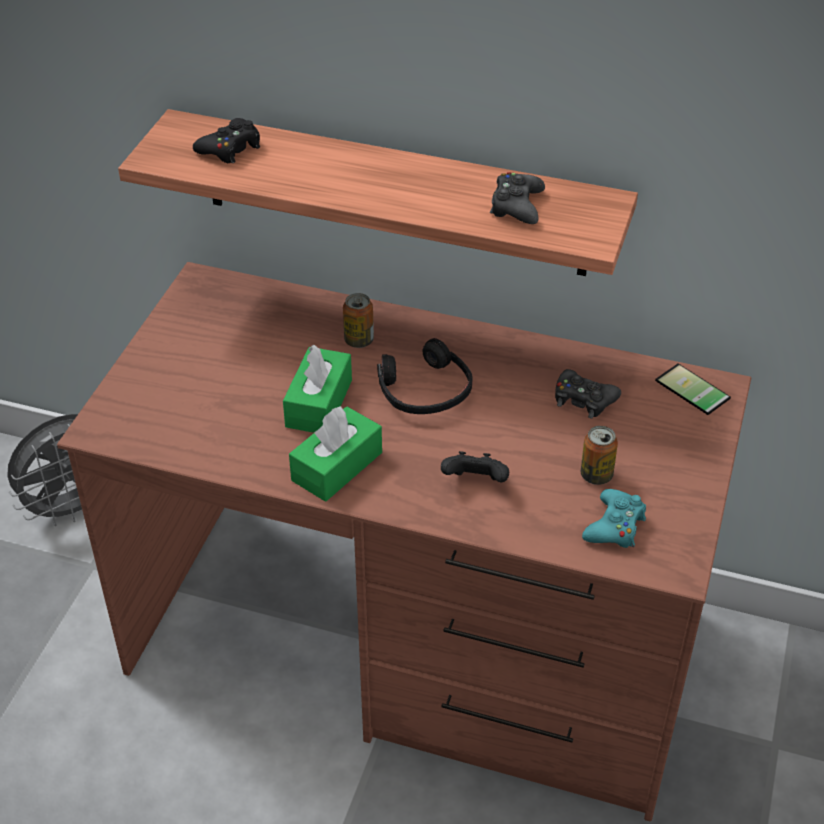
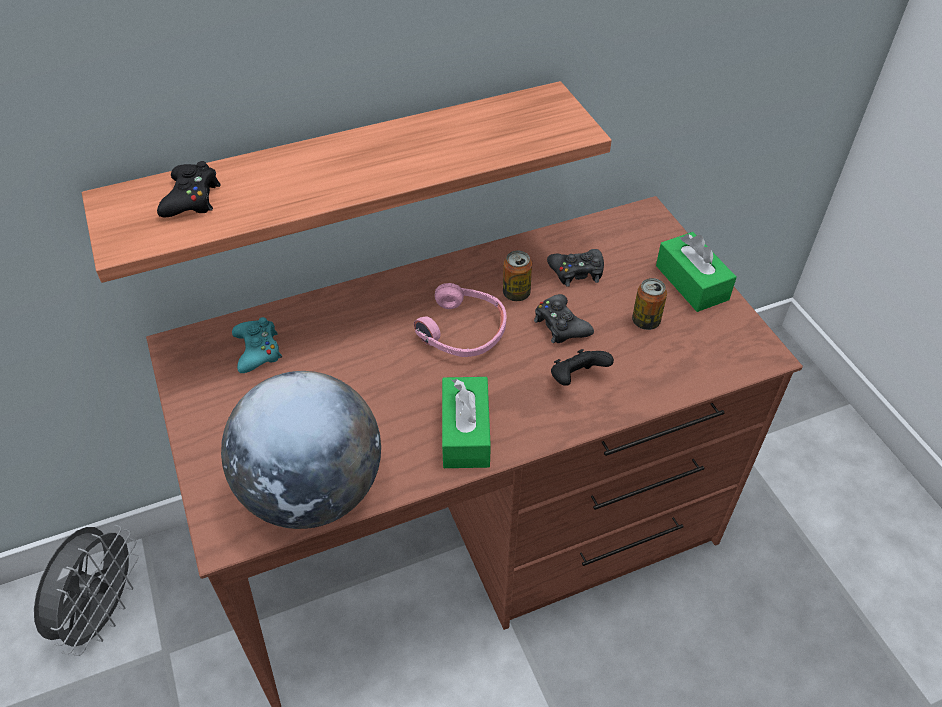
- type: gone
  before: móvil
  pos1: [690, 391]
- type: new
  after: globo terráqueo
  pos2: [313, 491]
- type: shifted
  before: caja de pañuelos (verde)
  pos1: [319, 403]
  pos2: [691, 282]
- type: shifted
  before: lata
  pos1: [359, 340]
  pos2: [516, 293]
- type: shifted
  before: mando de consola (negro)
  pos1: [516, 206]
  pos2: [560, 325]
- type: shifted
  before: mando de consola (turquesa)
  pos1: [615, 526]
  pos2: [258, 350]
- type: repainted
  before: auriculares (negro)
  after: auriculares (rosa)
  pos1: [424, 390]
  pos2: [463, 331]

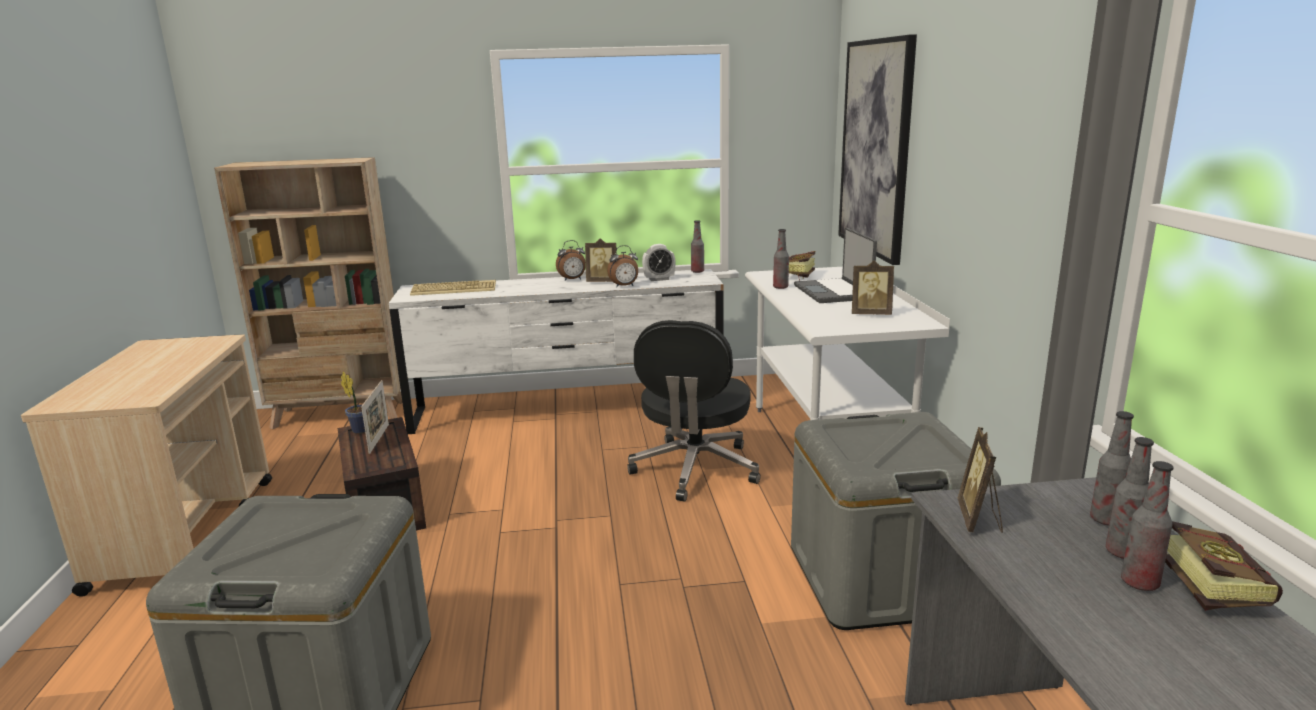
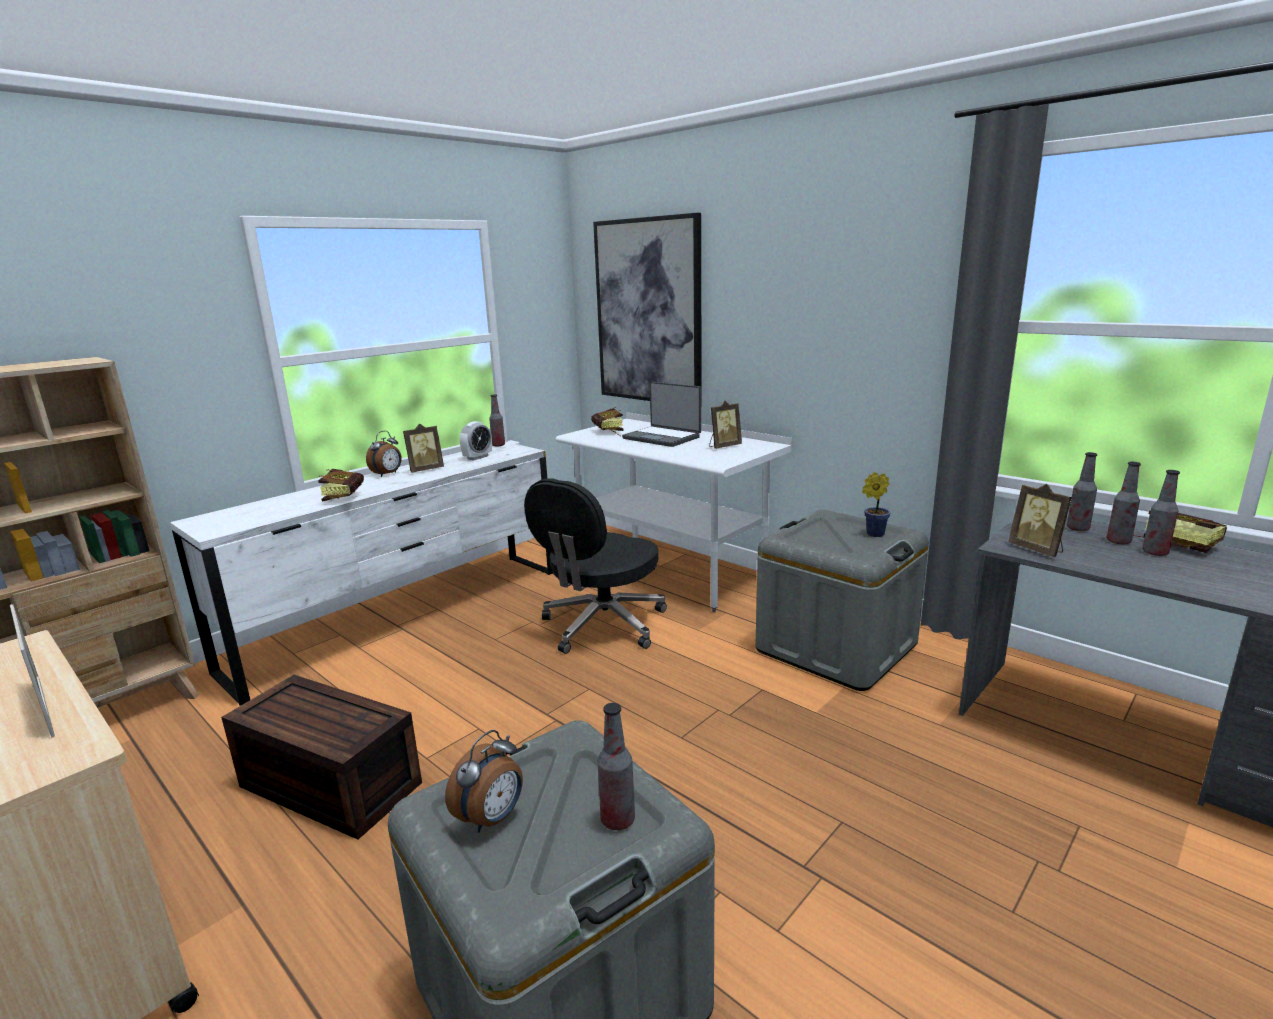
- type: gone
  before: teclado
  pos1: [455, 289]
- type: new
  after: libro
  pos2: [345, 496]
- type: shifted
  before: planta en maceta
  pos1: [359, 429]
  pos2: [872, 534]
- type: shifted
  before: portarretratos
  pos1: [379, 438]
  pos2: [45, 708]
- type: shifted
  before: despertador
  pos1: [624, 286]
  pos2: [492, 818]
- type: shifted
  before: botella
  pos1: [780, 287]
  pos2: [617, 820]
- type: rotated
  before: silla de oficina (negro)
  pos1: [694, 470]
  pos2: [602, 625]
  turn: 60

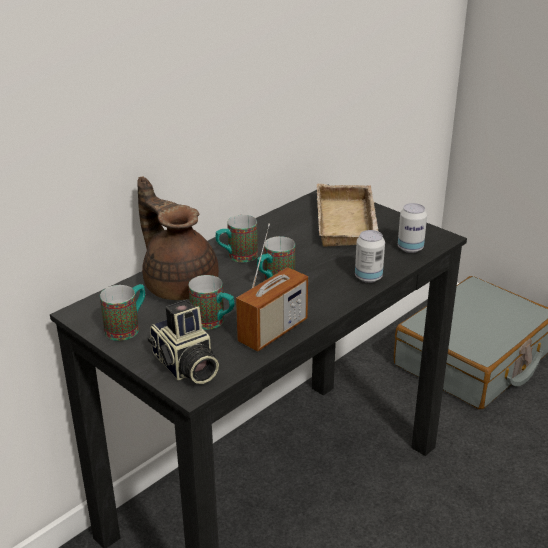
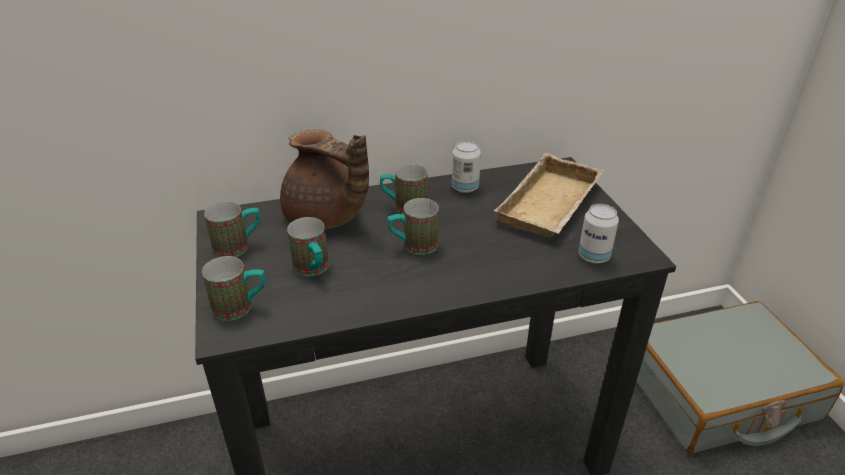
- type: gone
  before: radio
  pos1: [273, 331]
- type: shifted
  before: lata
  pos1: [368, 277]
  pos2: [465, 188]
- type: swapped
  before: cámara
  after: taza grande
  pos1: [185, 366]
  pos2: [241, 307]
- type: rotated
  before: tetera (marrón)
  pos1: [179, 284]
  pos2: [325, 218]
  turn: 135

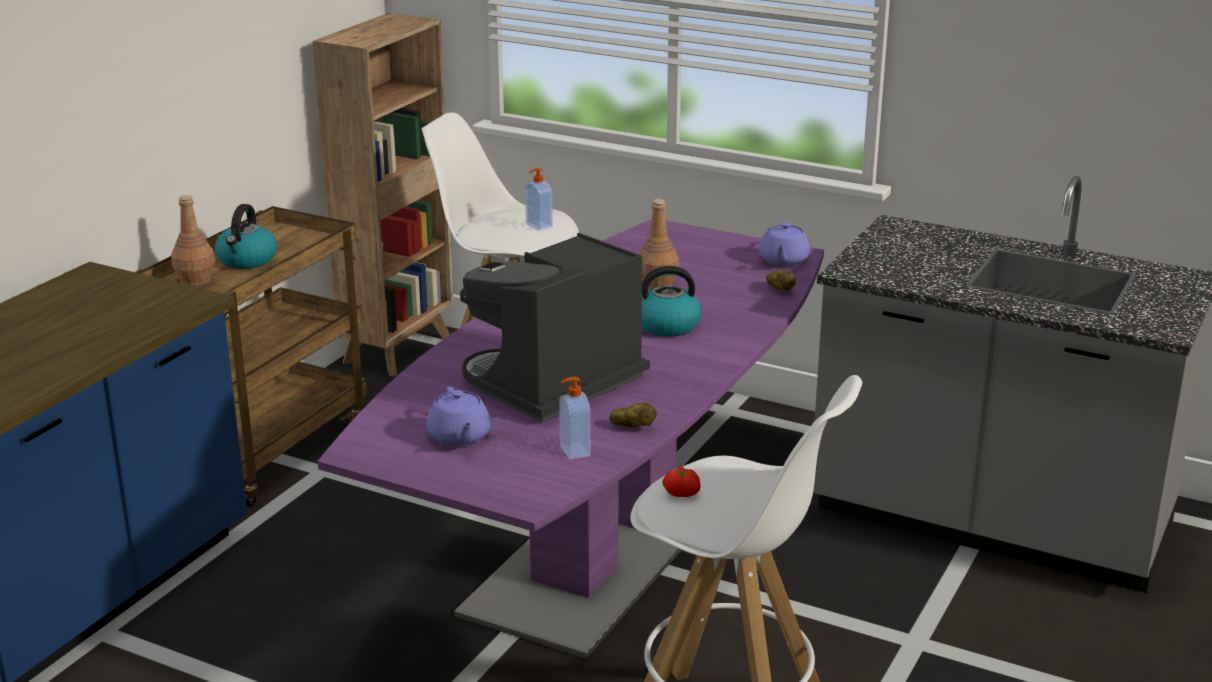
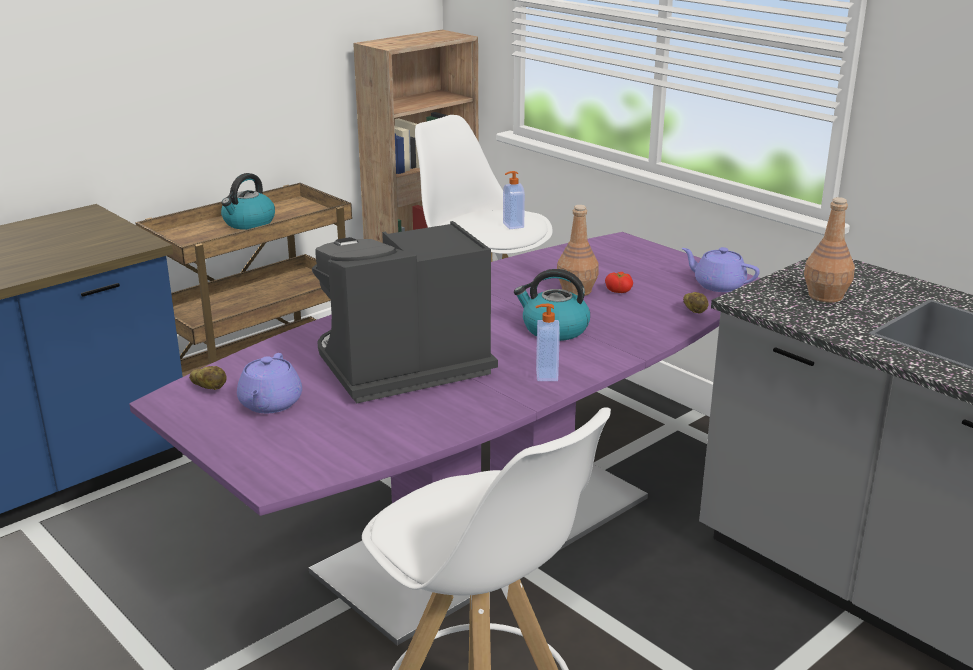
- type: shifted
  before: botella (marrón)
  pos1: [195, 280]
  pos2: [824, 296]
- type: shifted
  before: dispensador de jabón
  pos1: [573, 451]
  pos2: [545, 375]
- type: shifted
  before: patata
  pos1: [633, 427]
  pos2: [209, 389]
- type: shifted
  before: tomate
  pos1: [682, 492]
  pos2: [619, 290]
- type: rotated
  before: tetera (morado)
  pos1: [783, 261]
  pos2: [718, 285]
  turn: 90

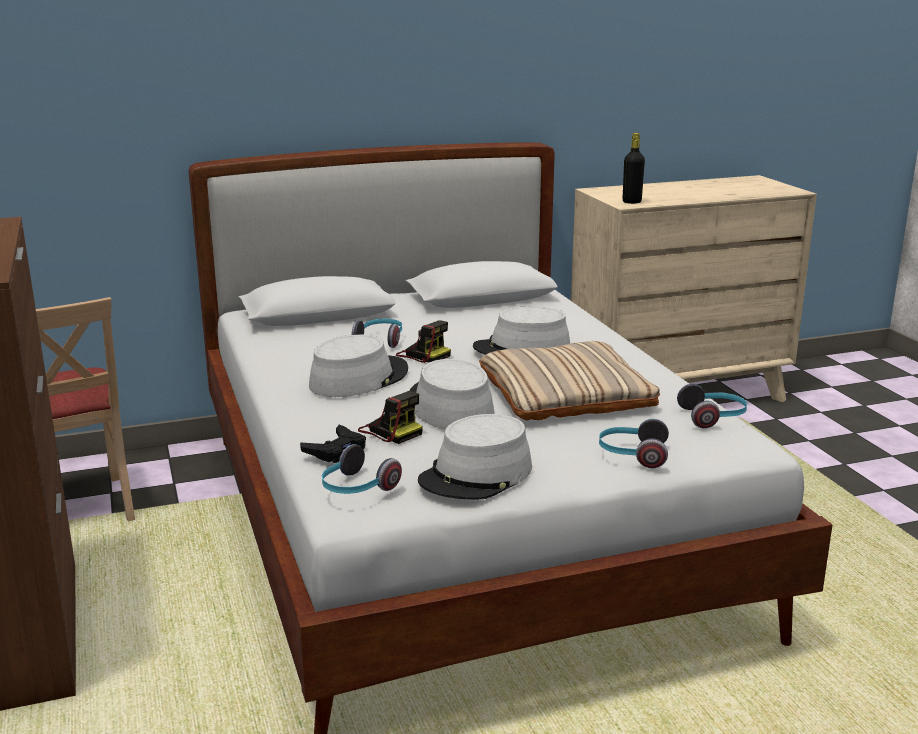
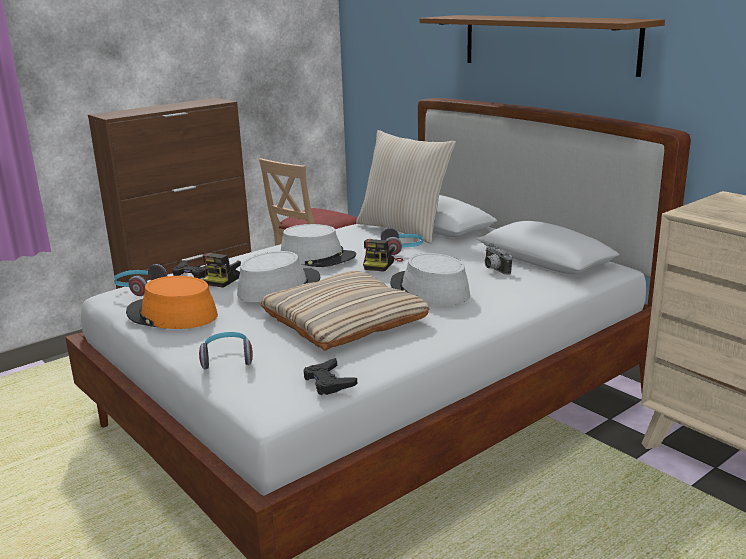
- type: gone
  before: botella (negro)
  pos1: [631, 202]
- type: new
  after: cojín (beis)
  pos2: [404, 229]
- type: new
  after: estante (marrón)
  pos2: [547, 43]
- type: new
  after: cámara
  pos2: [494, 269]
- type: swapped
  before: auriculares
  after: mando de consola (negro)
  pos1: [713, 417]
  pos2: [328, 382]
- type: repainted
  before: sombrero (gris)
  after: sombrero (naranja)
  pos1: [476, 475]
  pos2: [172, 315]

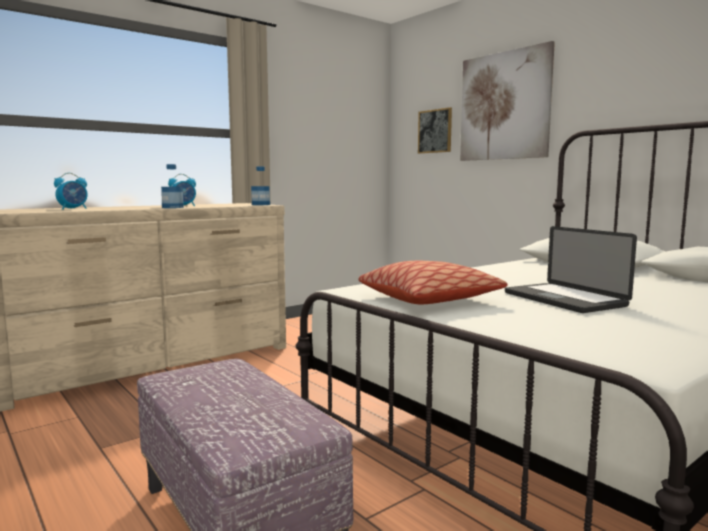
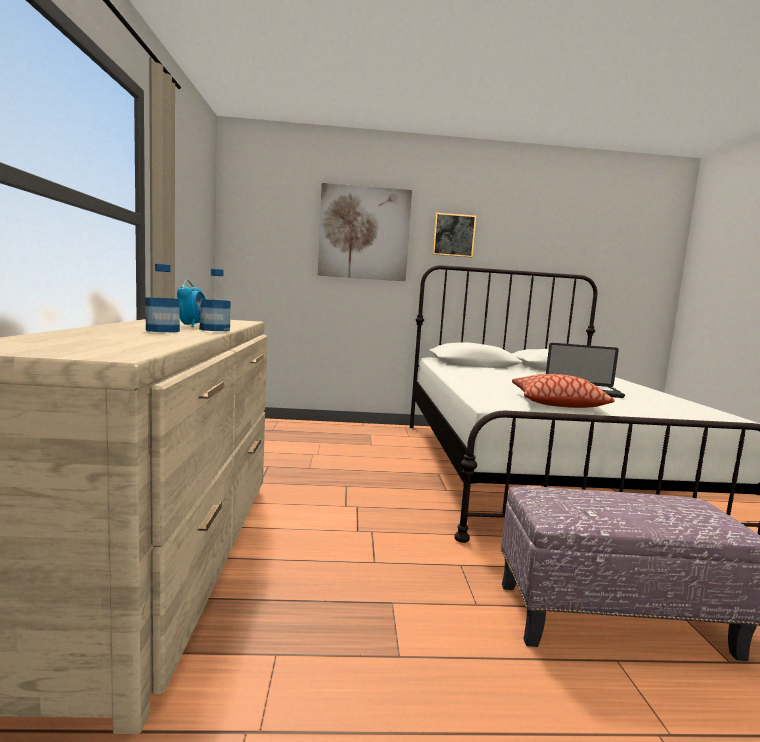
- type: gone
  before: despertador
  pos1: [73, 209]
- type: shifted
  before: botella
  pos1: [261, 204]
  pos2: [162, 330]
- type: shifted
  before: cuadro
  pos1: [435, 131]
  pos2: [453, 235]

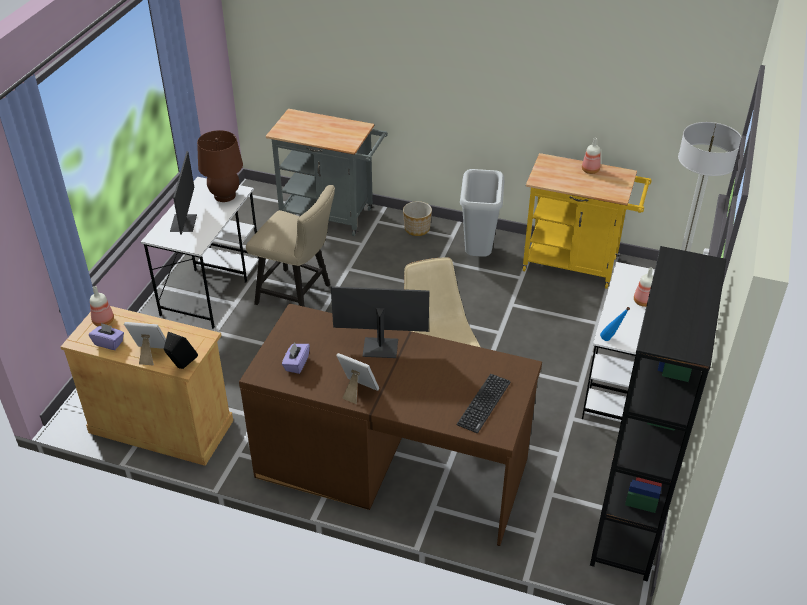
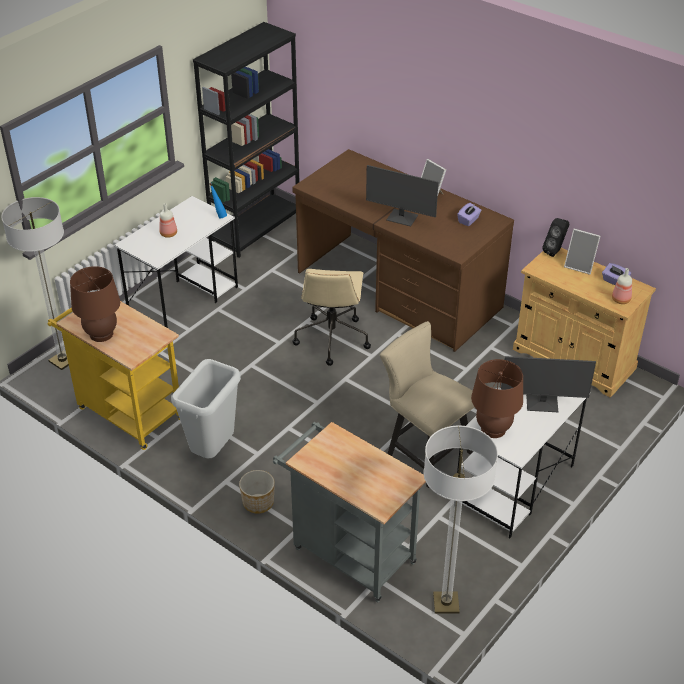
- type: gone
  before: teclado
  pos1: [484, 403]
- type: new
  after: lámpara de pie
  pos2: [446, 603]
- type: swapped
  before: botella
  after: lámpara de mesa (marrón)
  pos1: [589, 170]
  pos2: [101, 334]
- type: rotated
  before: monitor
  pos1: [184, 223]
  pos2: [542, 403]
  turn: -105

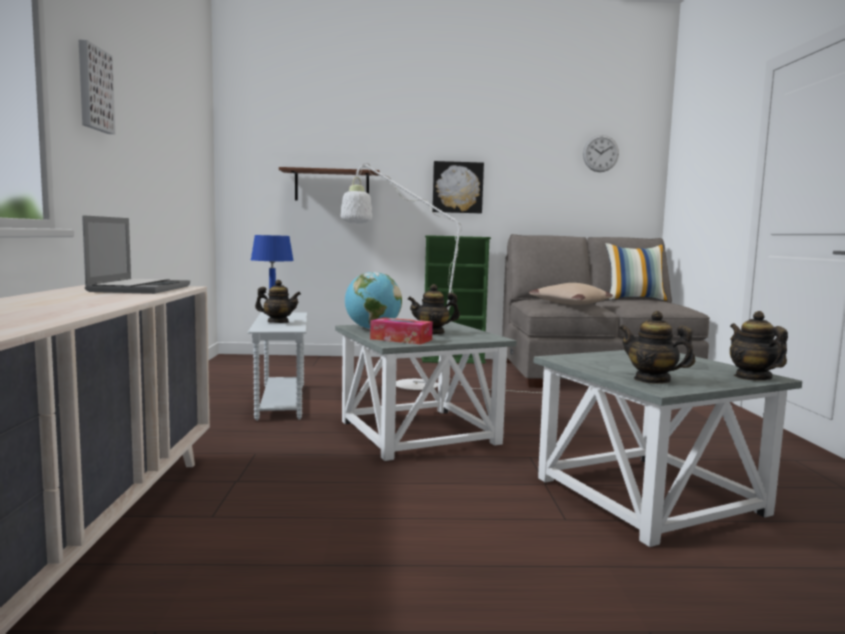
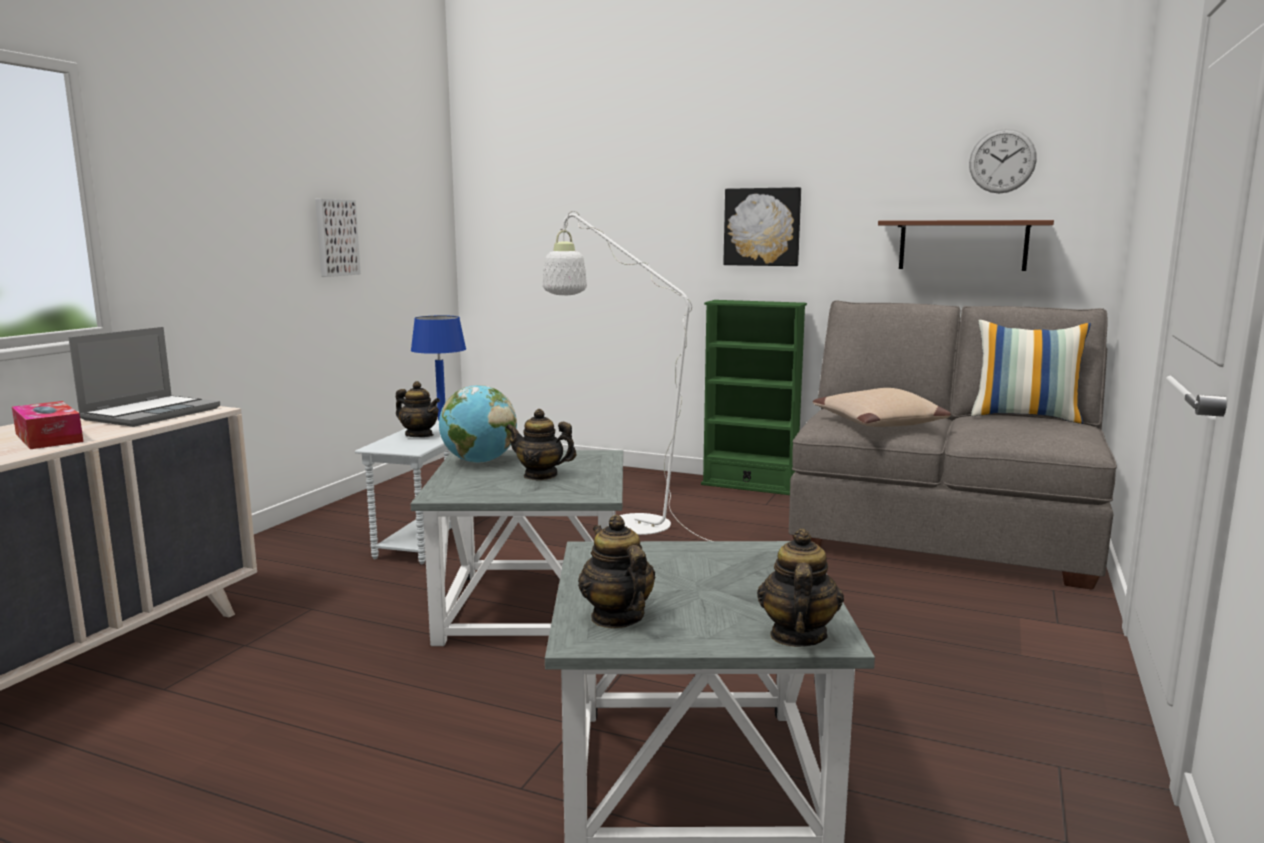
- type: shifted
  before: cuadro
  pos1: [93, 89]
  pos2: [335, 237]
- type: shifted
  before: estante (marrón)
  pos1: [332, 186]
  pos2: [962, 245]
- type: shifted
  before: caja de pañuelos
  pos1: [401, 339]
  pos2: [49, 438]

